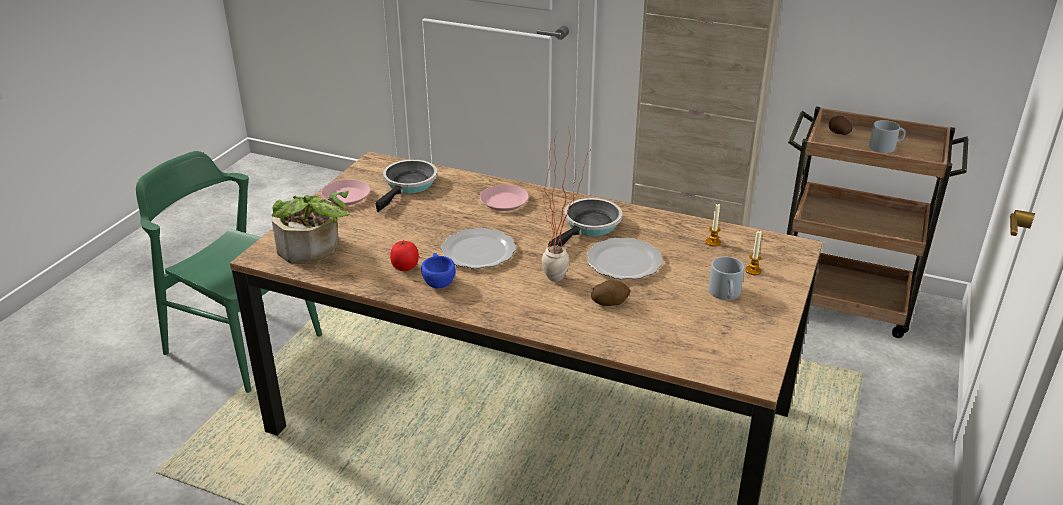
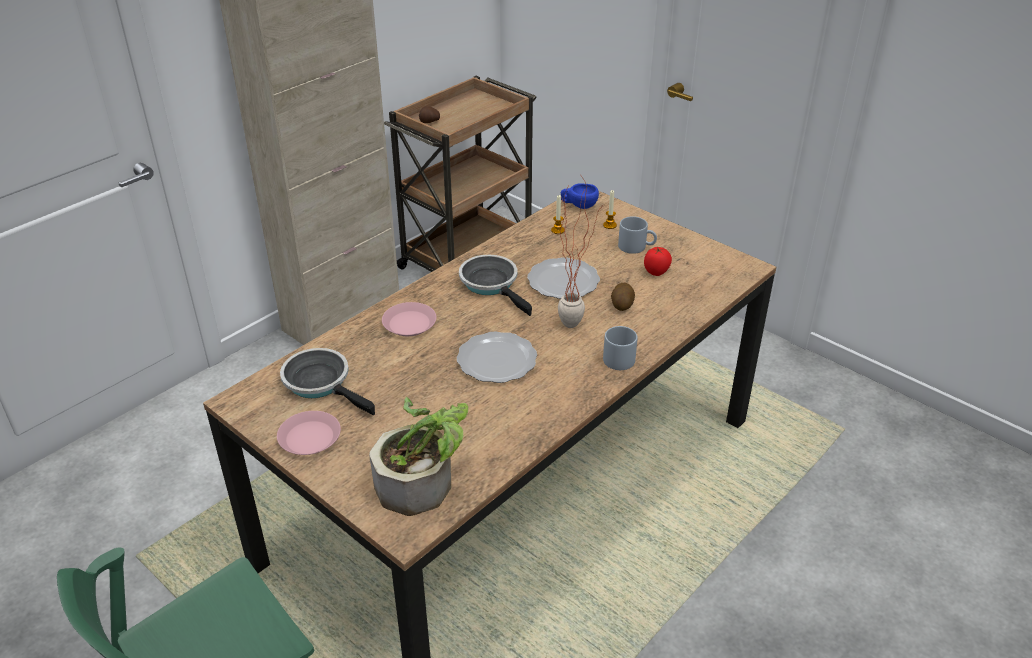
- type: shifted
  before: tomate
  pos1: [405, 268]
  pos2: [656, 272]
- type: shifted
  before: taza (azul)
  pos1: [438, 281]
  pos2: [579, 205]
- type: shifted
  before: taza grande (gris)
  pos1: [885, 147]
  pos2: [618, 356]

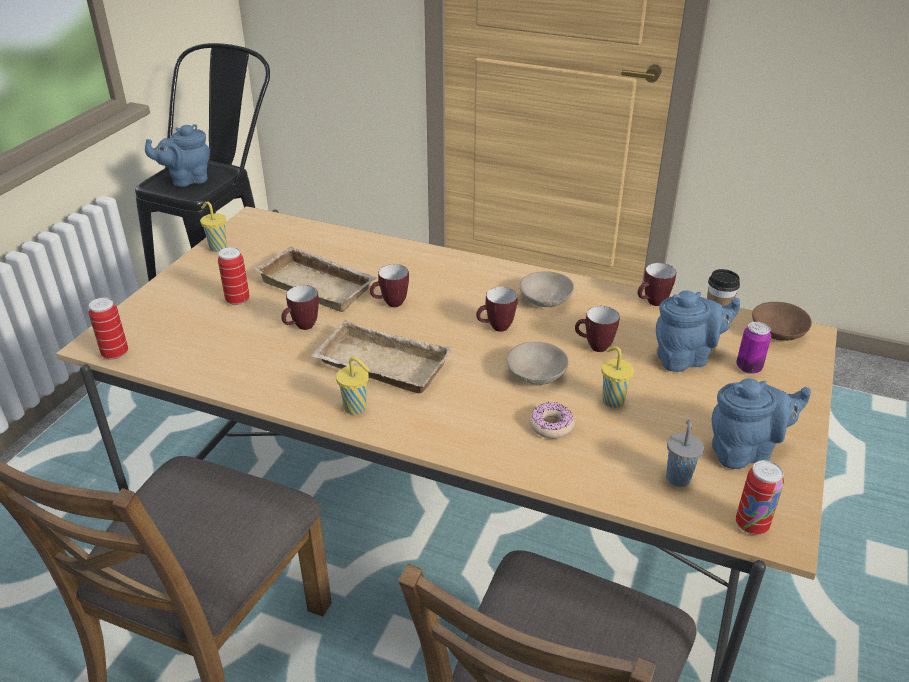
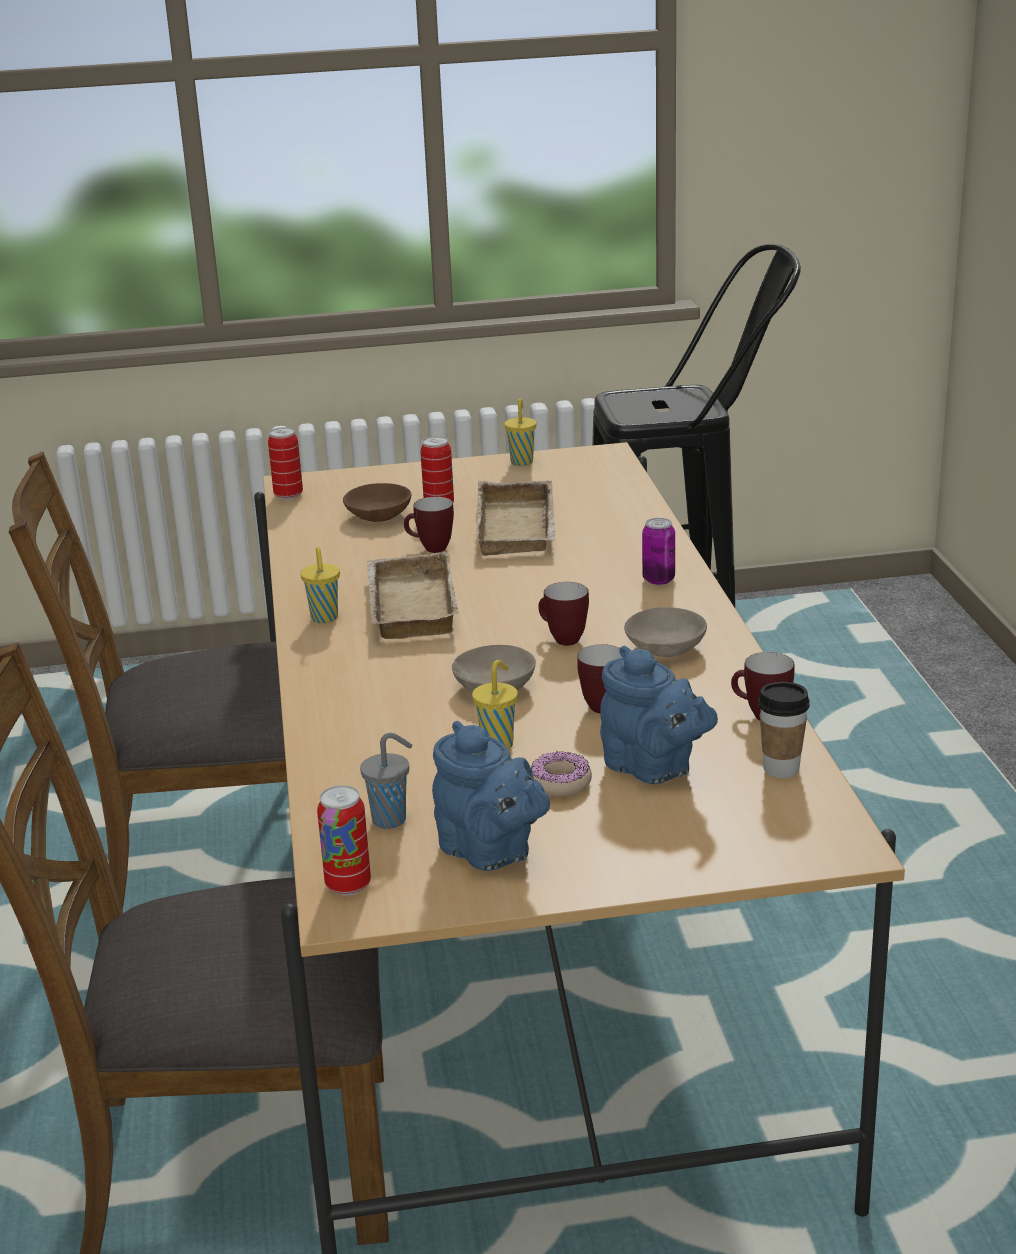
- type: gone
  before: tetera (azul)
  pos1: [187, 180]
- type: gone
  before: taza grande
  pos1: [390, 304]
- type: shifted
  before: rosquilla
  pos1: [551, 426]
  pos2: [559, 783]
- type: shifted
  before: lata
  pos1: [748, 367]
  pos2: [658, 579]
- type: shifted
  before: cuenco (marrón)
  pos1: [776, 331]
  pos2: [380, 515]

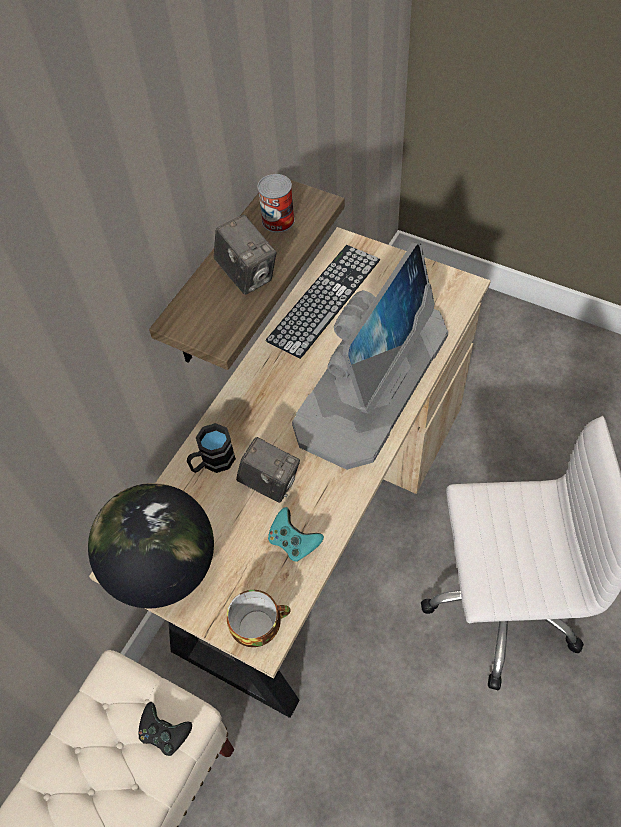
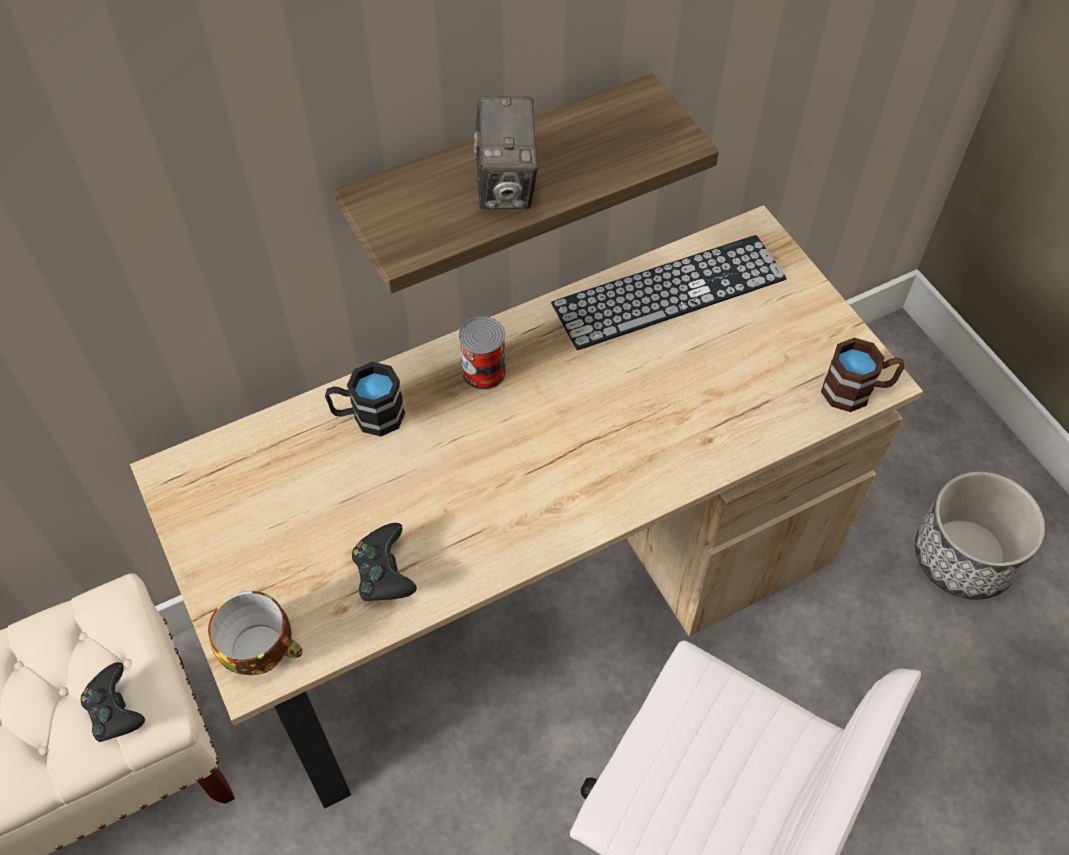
- type: gone
  before: globo terráqueo
  pos1: [164, 568]
- type: gone
  before: cámara
  pos1: [270, 483]
- type: gone
  before: monitor
  pos1: [373, 378]
- type: new
  after: taza grande (marrón)
  pos2: [857, 391]
- type: new
  after: maceta
  pos2: [963, 556]
- type: shifted
  before: lata
  pos1: [278, 220]
  pos2: [484, 372]
- type: repainted
  before: mando de consola (turquesa)
  after: mando de consola (negro)
  pos1: [293, 541]
  pos2: [384, 574]

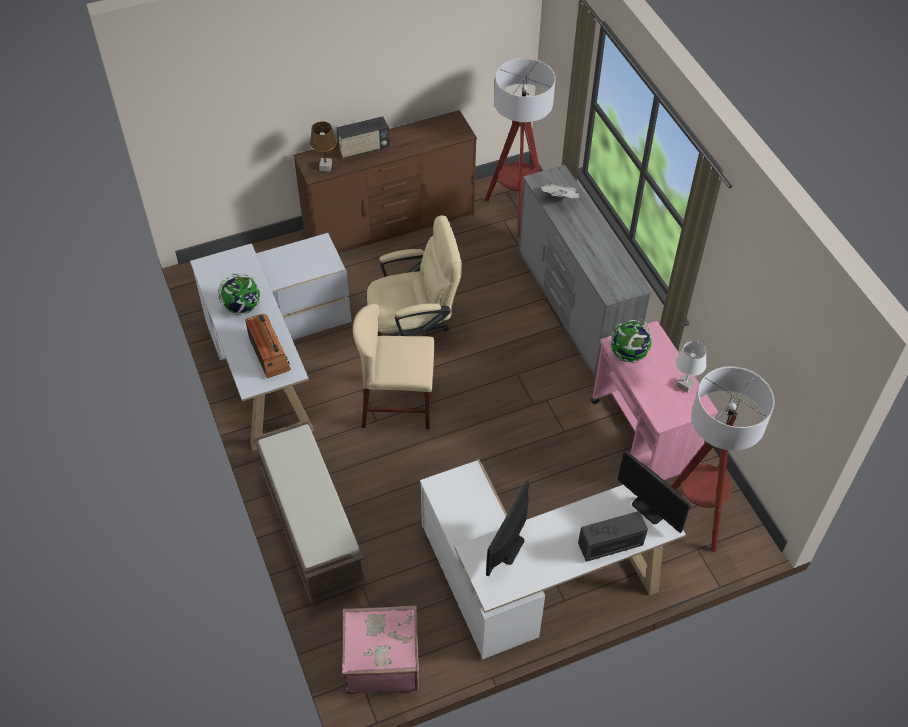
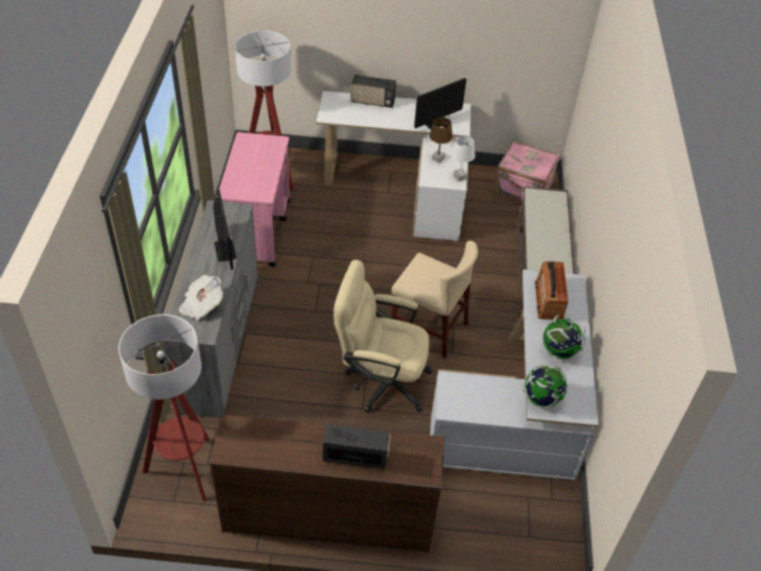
- type: shifted
  before: lámpara de mesa (marrón)
  pos1: [326, 167]
  pos2: [438, 158]
- type: shifted
  before: globo terráqueo
  pos1: [628, 354]
  pos2: [541, 399]
- type: shifted
  before: monitor
  pos1: [650, 508]
  pos2: [225, 250]
- type: shifted
  before: lámpara de mesa (blanco)
  pos1: [684, 385]
  pos2: [460, 177]

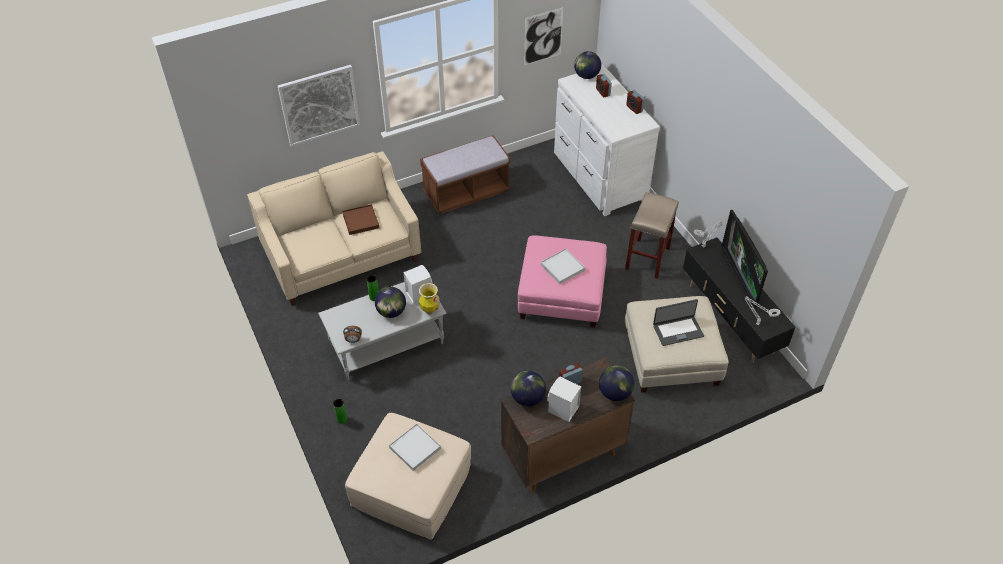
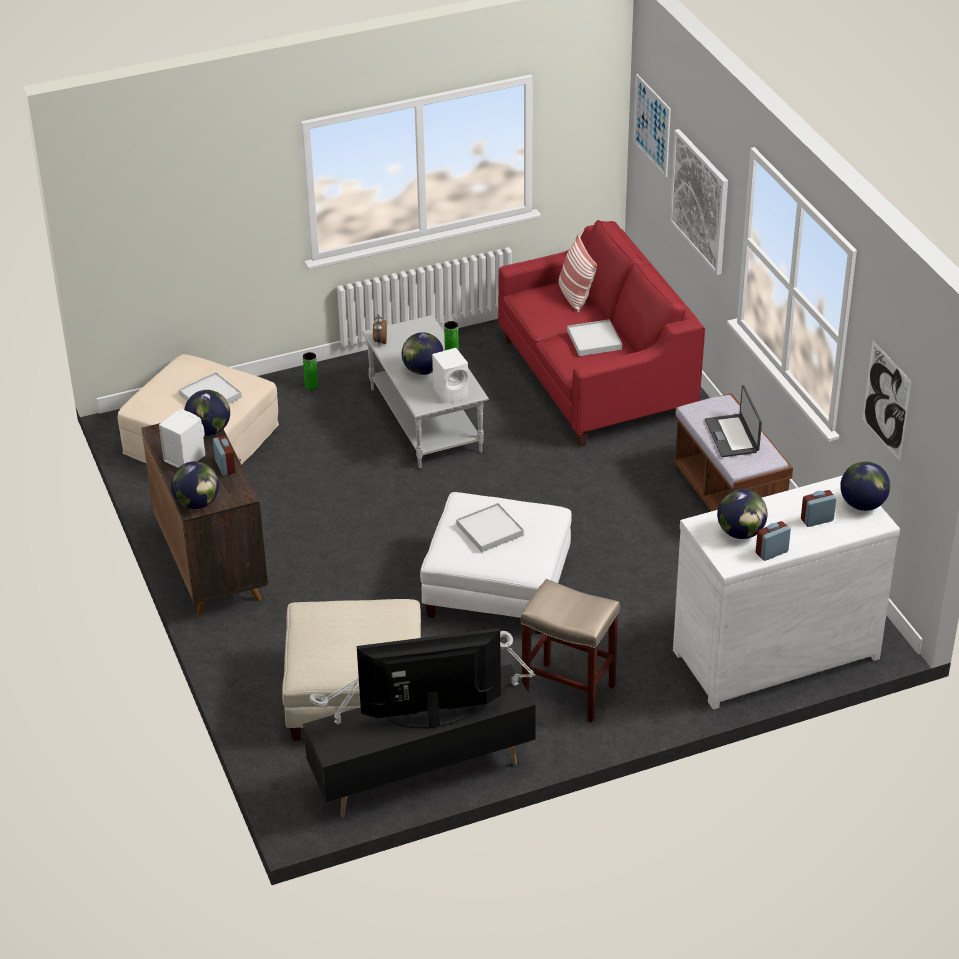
- type: gone
  before: florero
  pos1: [429, 310]
- type: new
  after: cojín
  pos2: [575, 296]
- type: new
  after: cuadro
  pos2: [652, 125]
- type: new
  after: globo terráqueo
  pos2: [740, 533]
- type: shifted
  before: portátil
  pos1: [677, 330]
  pos2: [732, 436]
- type: repainted
  before: sofá (beis)
  after: sofá (rojo)
  pos1: [341, 255]
  pos2: [595, 378]
- type: repainted
  before: bandeja (marrón)
  after: bandeja (blanco)
  pos1: [360, 221]
  pos2: [594, 340]
- type: repainted
  before: puf (rosa)
  after: puf (blanco)
  pos1: [561, 295]
  pos2: [497, 587]

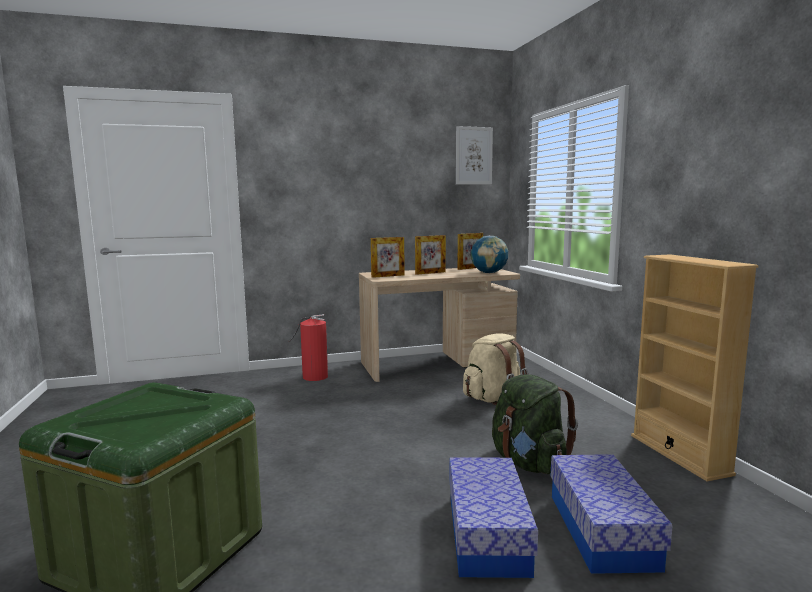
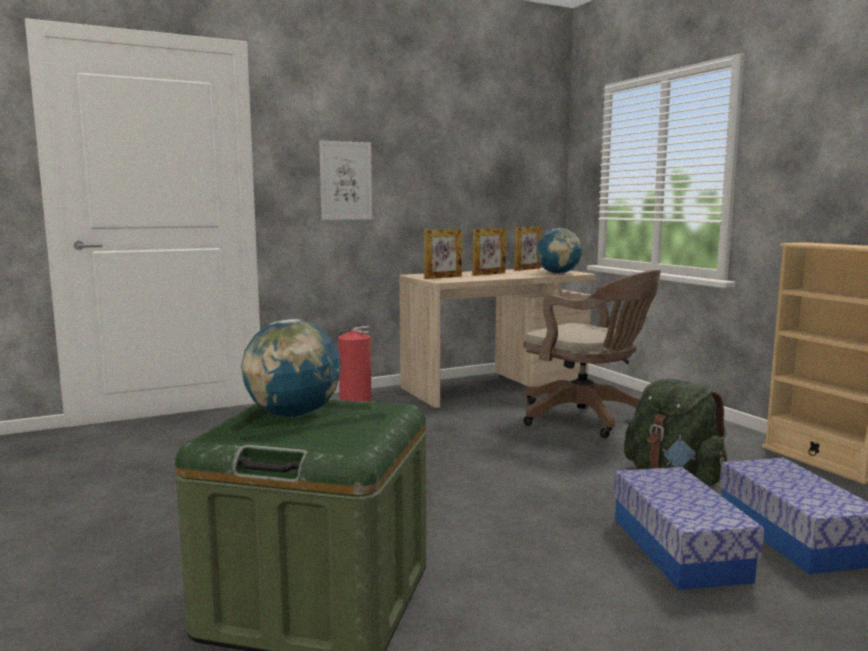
- type: new
  after: globo terráqueo
  pos2: [294, 414]
- type: shifted
  before: cuadro
  pos1: [473, 156]
  pos2: [346, 181]
- type: swapped
  before: mochila (beis)
  after: silla de oficina (marrón)
  pos1: [493, 398]
  pos2: [587, 418]

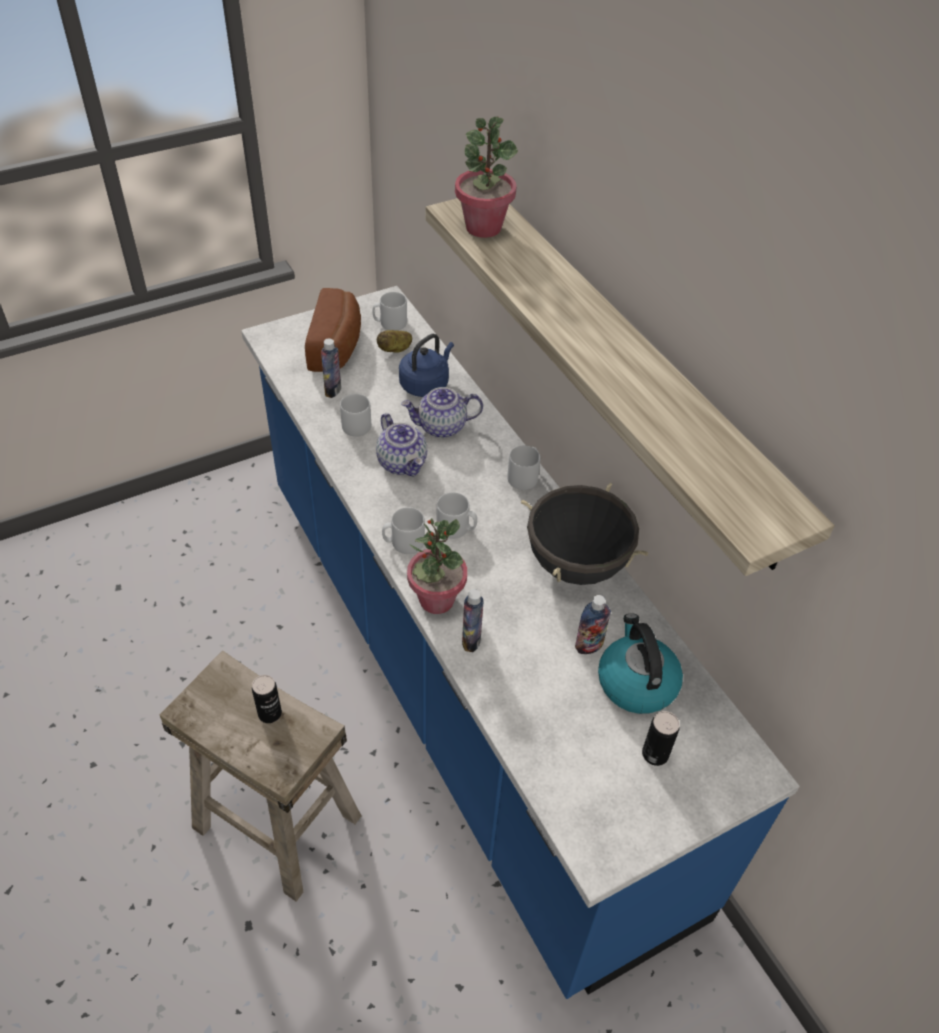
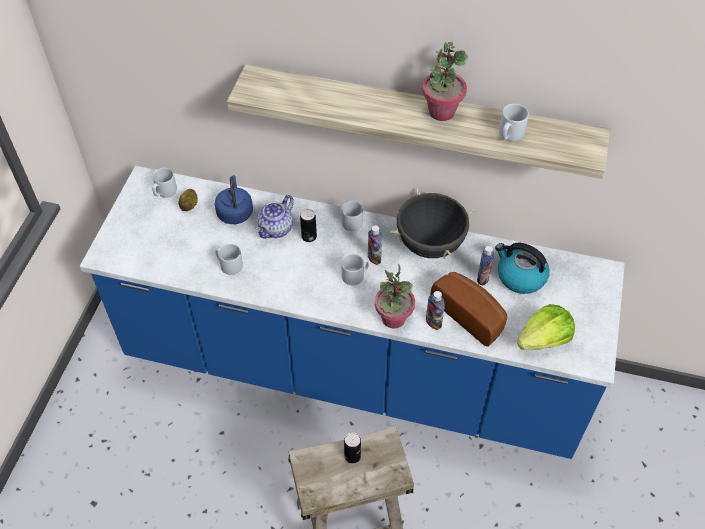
- type: gone
  before: tetera
  pos1: [403, 463]
- type: new
  after: lechuga
  pos2: [544, 339]
- type: shifted
  before: pan
  pos1: [338, 346]
  pos2: [470, 314]
- type: shifted
  before: botella
  pos1: [333, 390]
  pos2: [374, 258]
- type: shifted
  before: taza grande (gris)
  pos1: [403, 543]
  pos2: [509, 135]
- type: shifted
  before: planta en maceta
  pos1: [483, 227]
  pos2: [441, 112]
- type: shifted
  before: lata
  pos1: [655, 754]
  pos2: [309, 236]

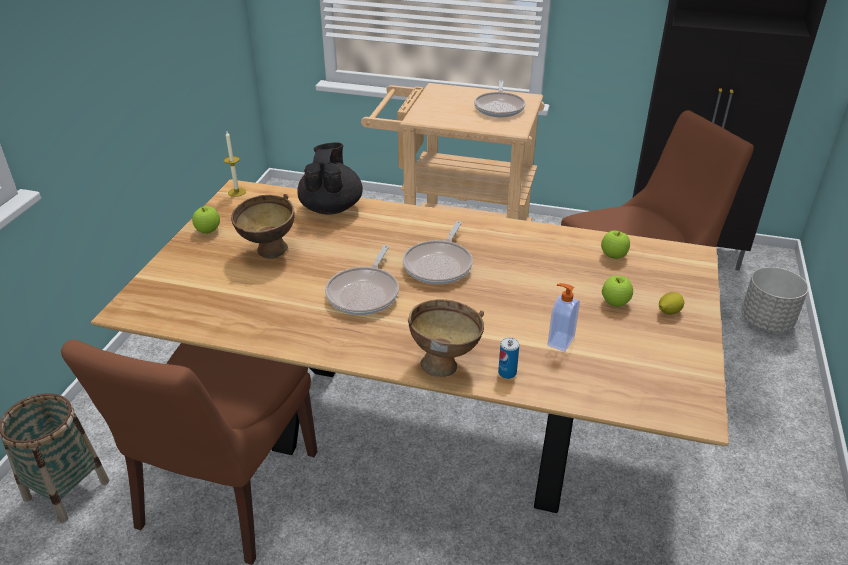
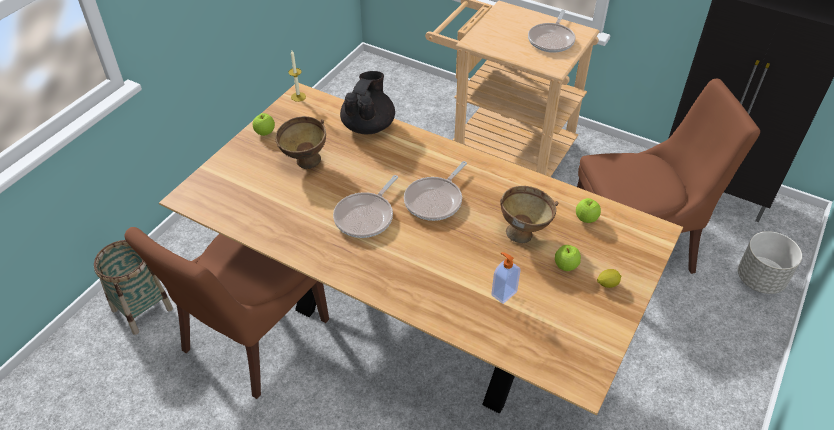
- type: gone
  before: lata
  pos1: [507, 373]
- type: shifted
  before: cuenco (marrón)
  pos1: [446, 364]
  pos2: [525, 233]

